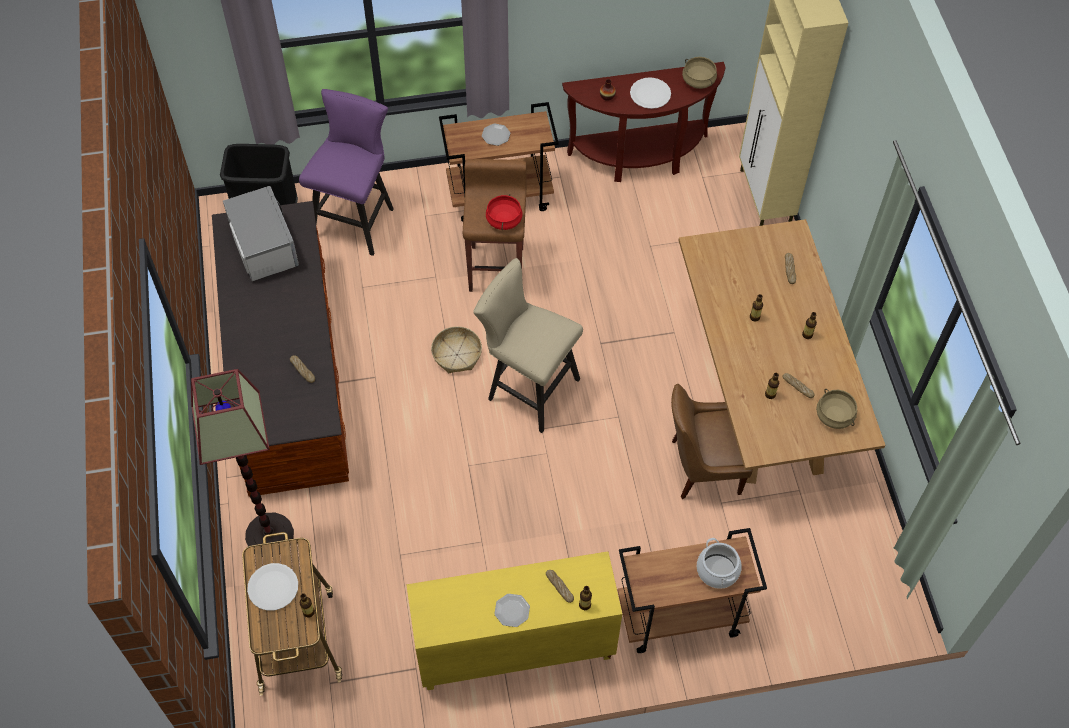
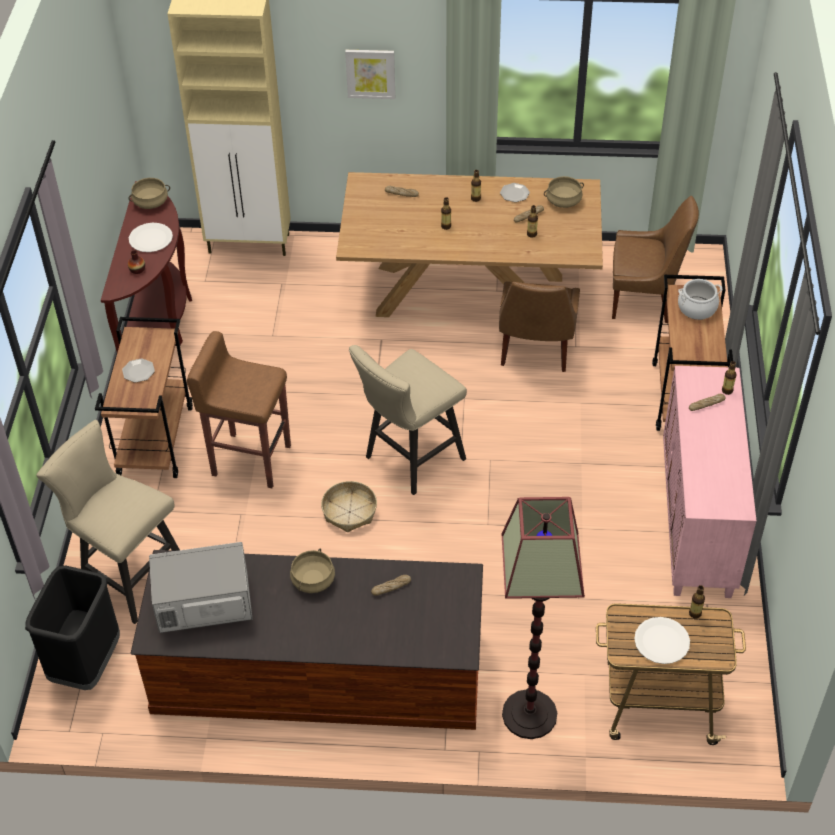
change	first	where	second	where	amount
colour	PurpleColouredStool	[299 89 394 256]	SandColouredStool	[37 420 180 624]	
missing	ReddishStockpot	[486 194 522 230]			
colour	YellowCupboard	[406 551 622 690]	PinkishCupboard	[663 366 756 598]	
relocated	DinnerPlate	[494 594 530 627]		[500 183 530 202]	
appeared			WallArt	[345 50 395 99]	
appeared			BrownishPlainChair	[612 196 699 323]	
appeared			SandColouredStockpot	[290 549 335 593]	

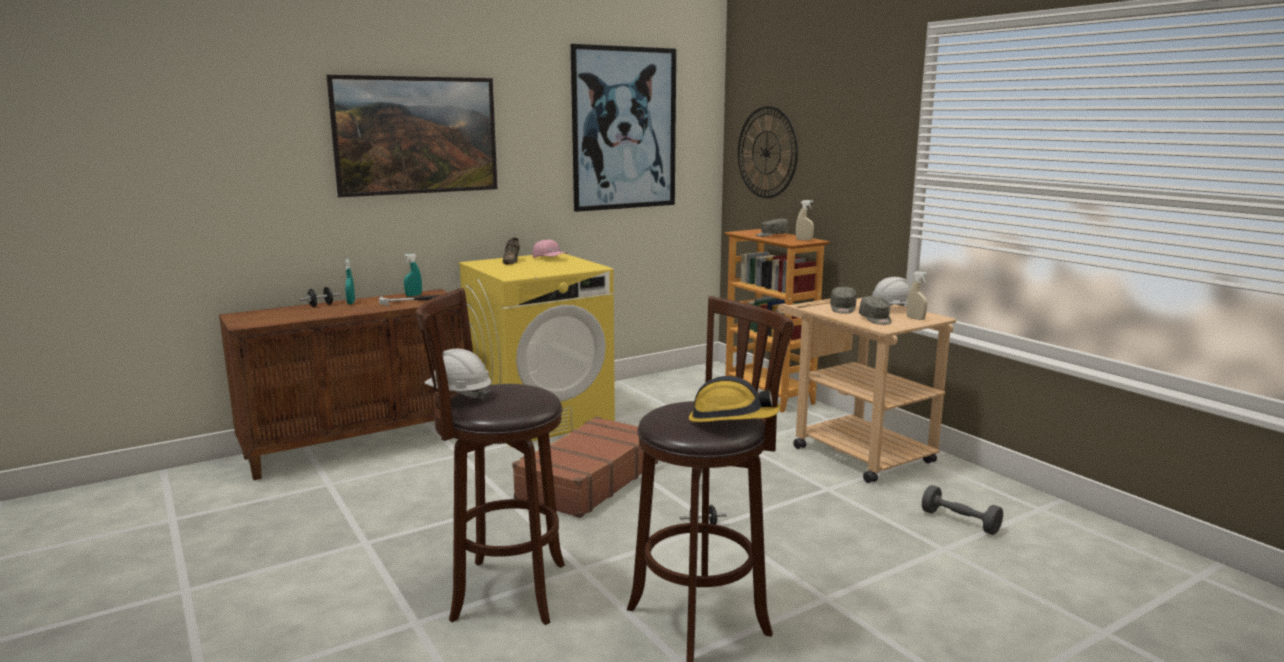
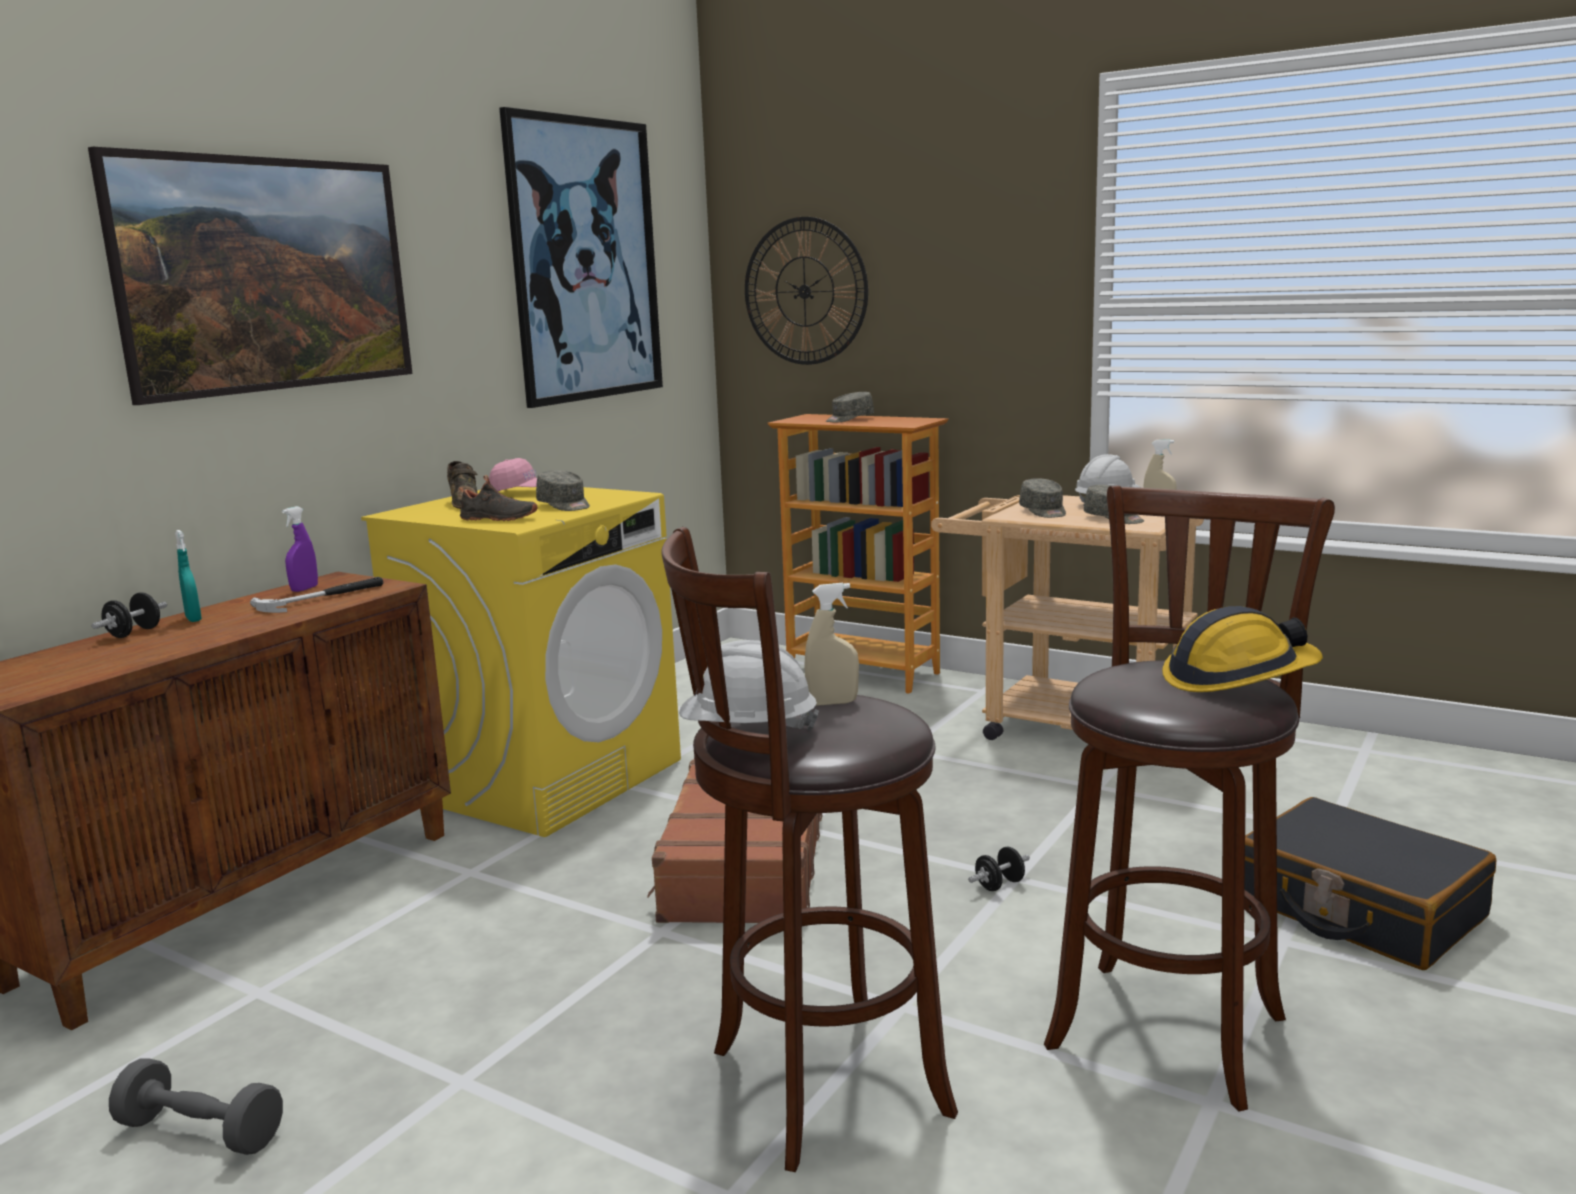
change	first	where	second	where	amount
relocated	SandColouredSprayBottle	[796 200 814 241]		[804 583 859 706]	
colour	TurquoiseSprayBottle	[404 253 422 297]	PurpleColouredSprayBottle	[282 506 318 592]	
relocated	GreyFreeWeight	[922 485 1003 535]		[109 1058 283 1155]	
appeared			GreyPeakedCap	[536 470 590 511]	
appeared			BlackColouredShoe	[459 475 538 521]	
appeared			BlackColouredTravelCase	[1245 797 1496 970]	

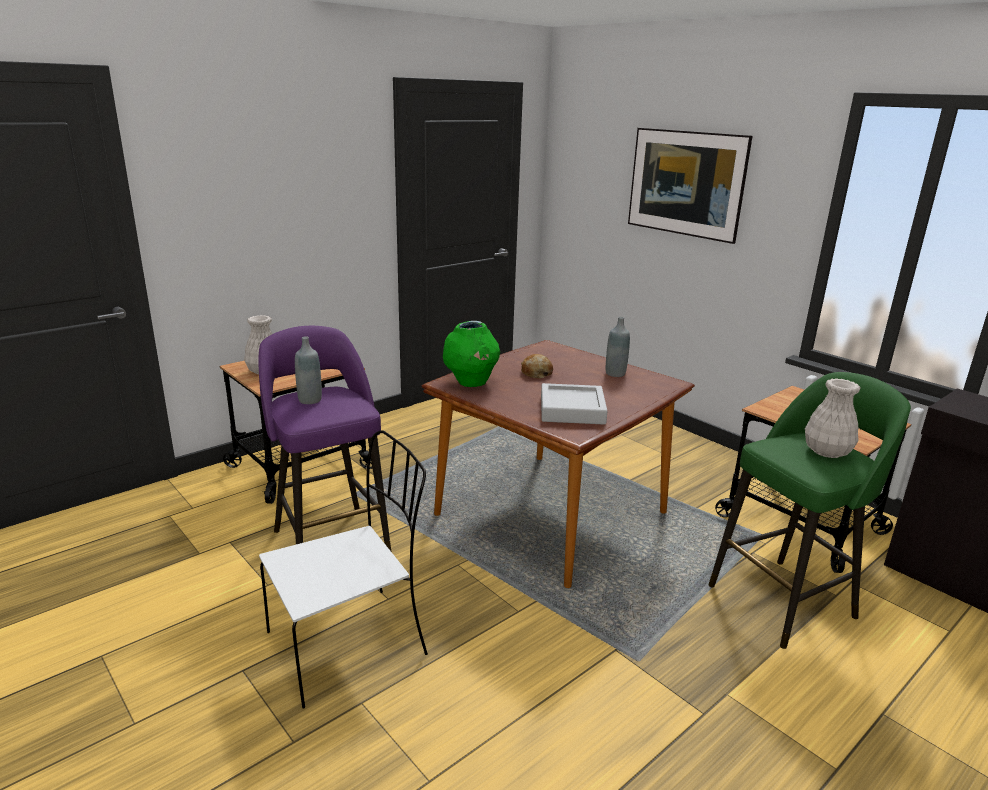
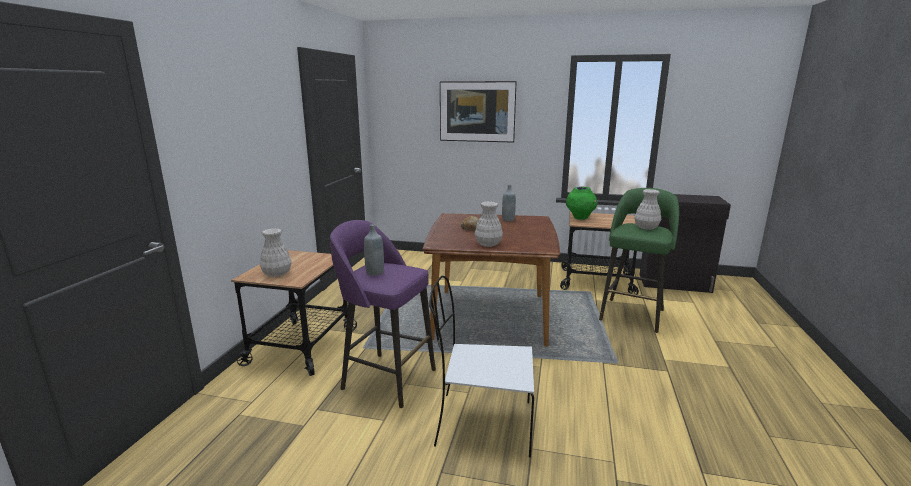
change	first	where	second	where	amount
relocated	GreenColouredFlowerVase	[443 321 500 387]		[566 186 598 220]	
missing	GreyTray	[541 383 607 425]			
spun	WhiteColouredPlainChair	[259 430 428 708]		[429 276 534 458]	105 degrees counterclockwise
appeared			WhiteColouredFlowerVase	[475 202 503 247]	

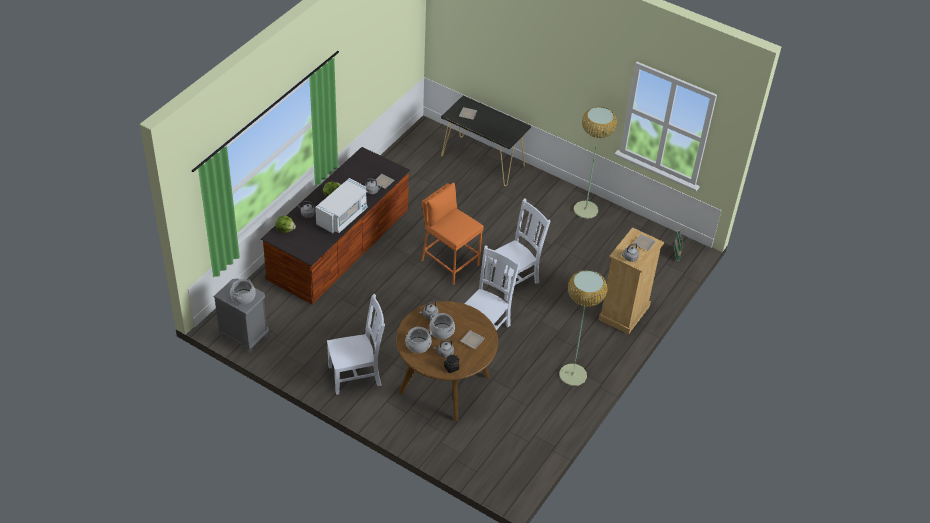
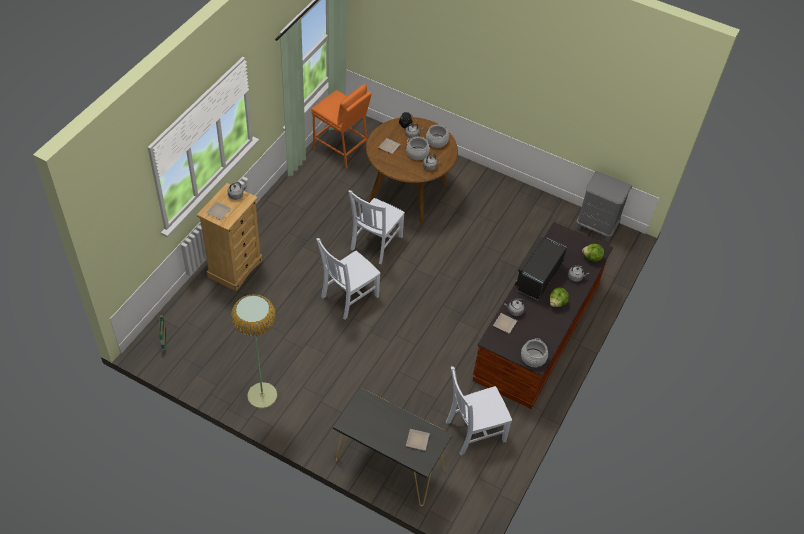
change	first	where	second	where	amount
colour	WhiteColouredMicrowaveOven	[315 178 368 234]	BlackColouredMicrowaveOven	[515 237 567 301]	
relocated	OrangeyStool	[421 183 484 285]		[311 84 372 169]	
missing	StandardLamp	[559 270 608 386]			
relocated	Stockpot	[230 279 256 305]		[521 338 548 367]	
relocated	WhiteColouredPlainChair	[327 294 385 395]		[446 366 512 455]	

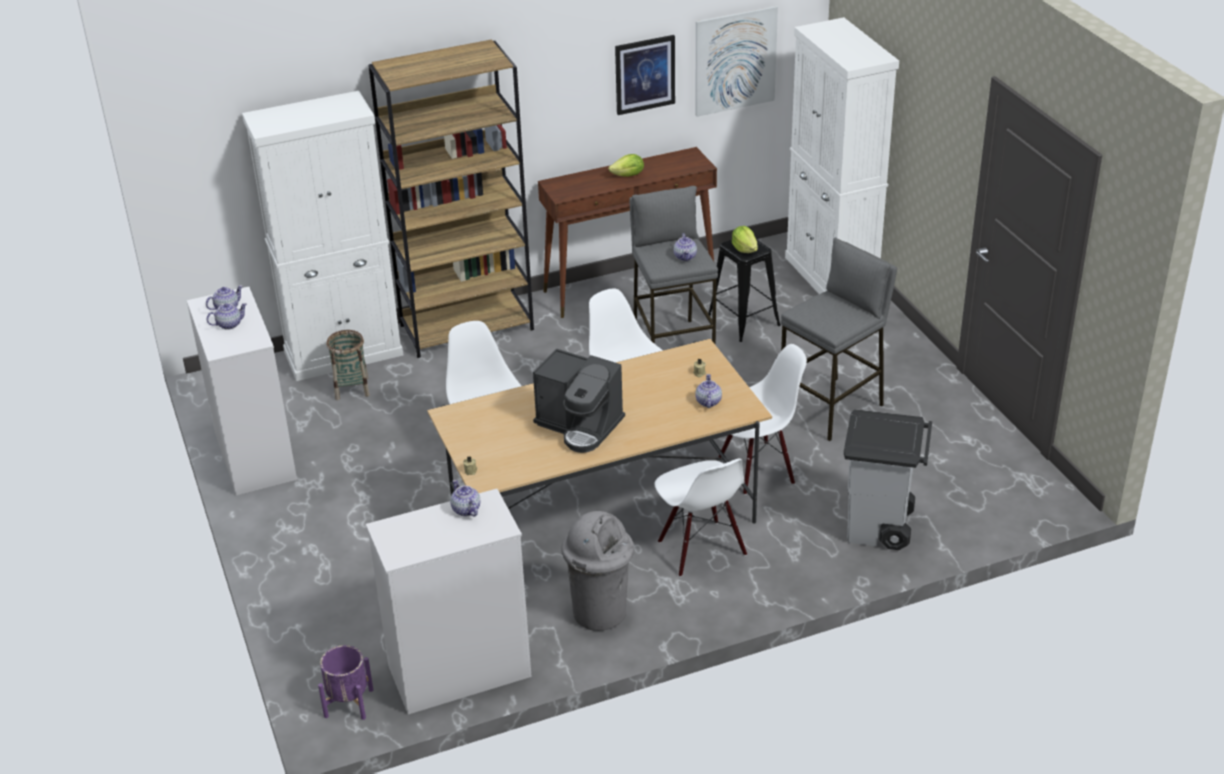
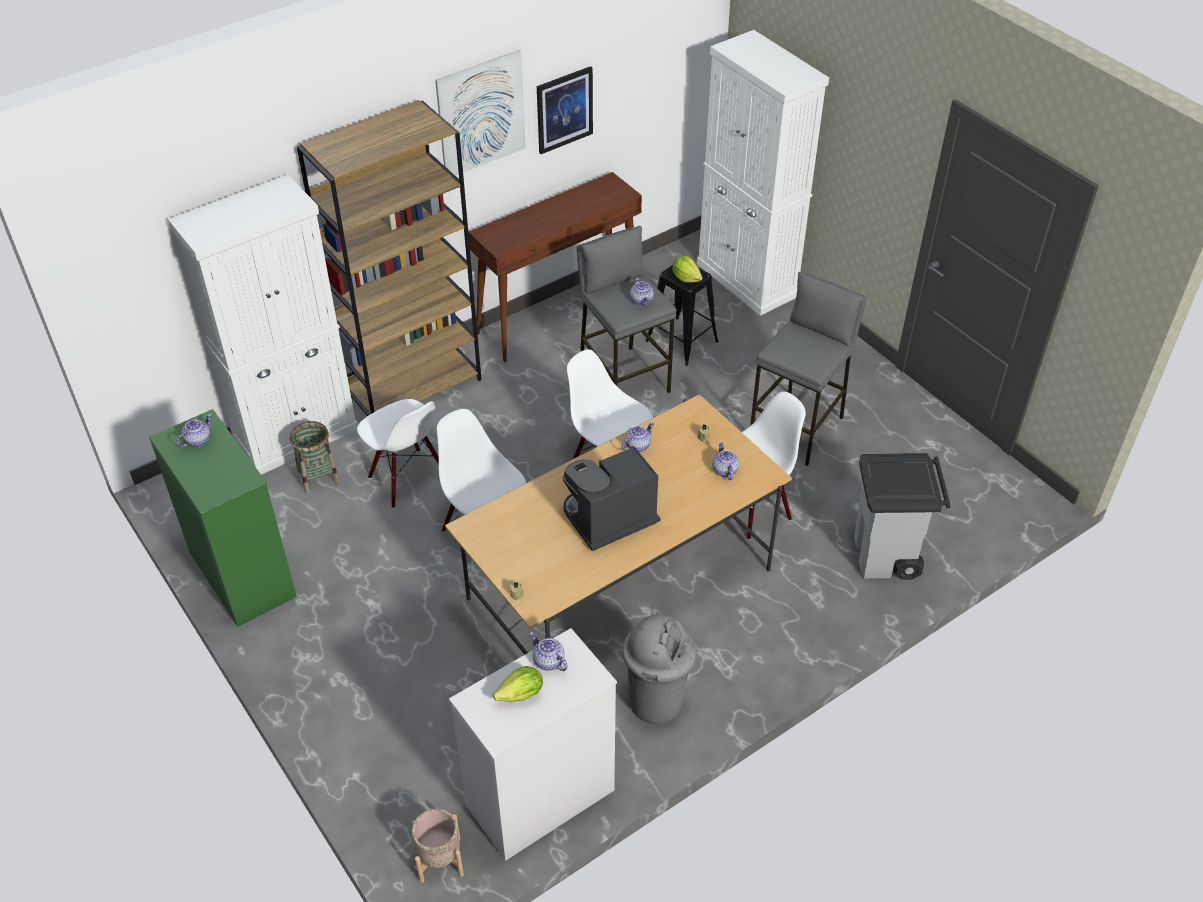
change	first	where	second	where	amount
relocated	WallArt	[695 6 778 117]		[435 50 526 176]	
relocated	Lettuce	[608 154 644 177]		[493 666 543 702]	
colour	WhiteColouredDresser	[187 287 297 495]	GreenColouredDresser	[149 409 297 627]	
relocated	PotForTea	[207 303 247 330]		[621 422 654 452]	
spun	CoffeeMachine	[533 348 625 453]		[563 446 661 551]	135 degrees clockwise
relocated	WhiteColouredPlainChair	[654 458 747 577]		[357 399 439 508]	
colour	PurpleColouredPlanter	[318 645 373 720]	SandColouredPlanter	[412 809 464 883]	

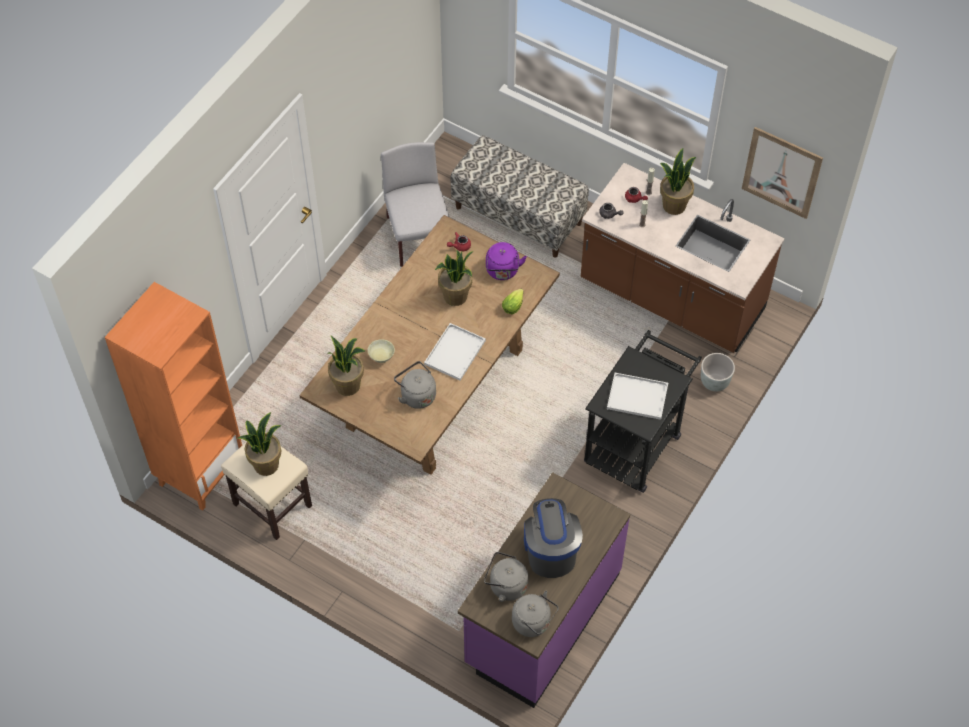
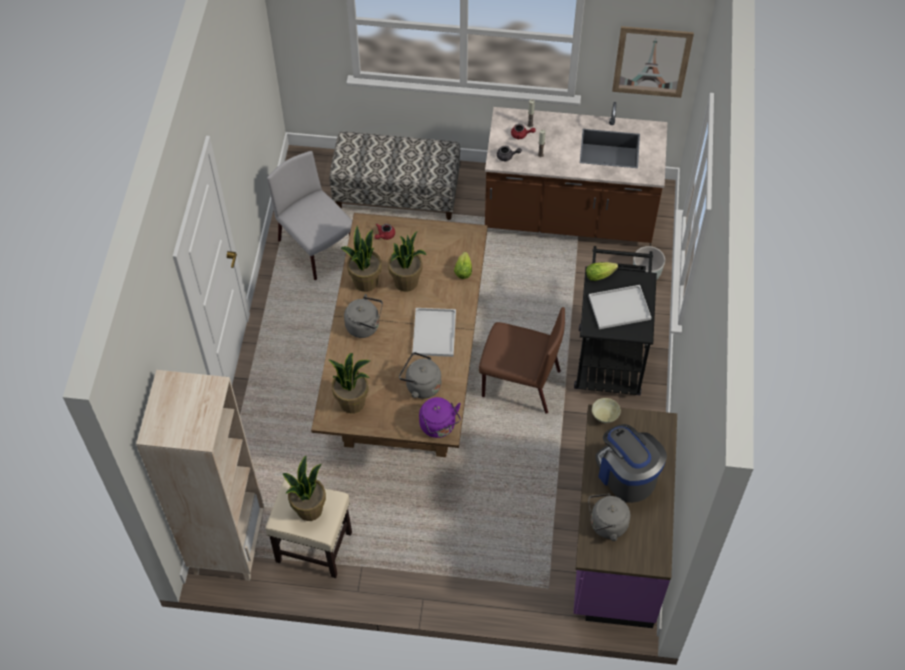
change	first	where	second	where	amount
relocated	Houseplant	[660 148 696 215]		[340 225 382 292]	
relocated	PurpleColouredKettle	[486 242 527 280]		[419 397 461 438]	
colour	OrangeyBookcase	[105 282 242 511]	SandColouredBookcase	[136 370 264 581]	
relocated	SandColouredBowl	[368 339 395 363]		[592 398 621 423]	
relocated	GreyKettle	[512 591 559 637]		[344 294 383 338]	
appeared			Lettuce	[586 262 618 281]	
appeared			BrownishPlainChair	[479 307 565 414]	

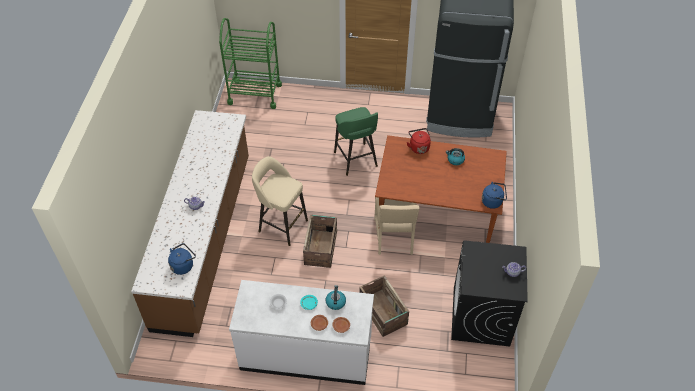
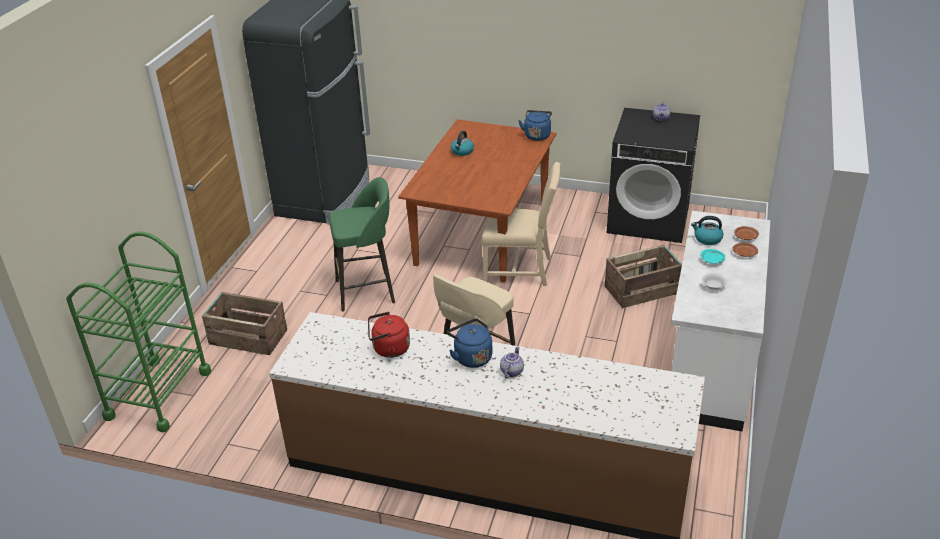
change	first	where	second	where	amount
relocated	ReddishKettle	[407 128 431 154]		[368 312 410 358]	
relocated	PackingCrate	[303 215 337 268]		[202 292 287 355]	
relocated	BlueColouredKettle	[168 243 196 275]		[447 319 492 368]	

